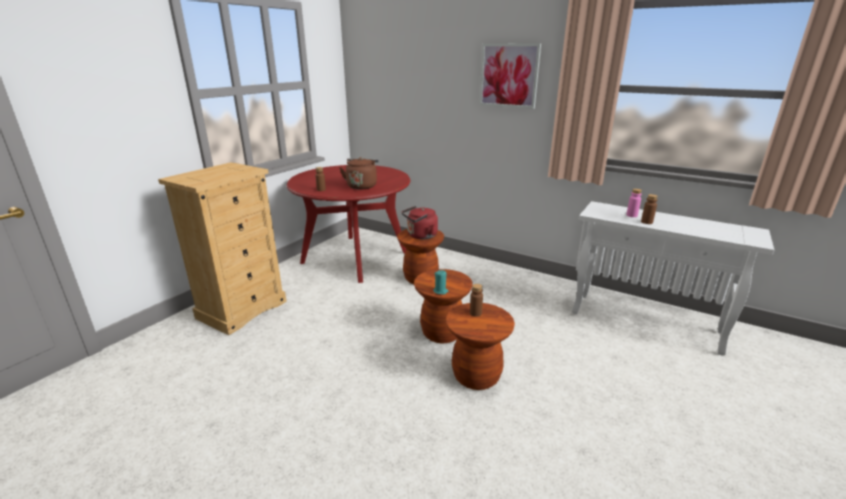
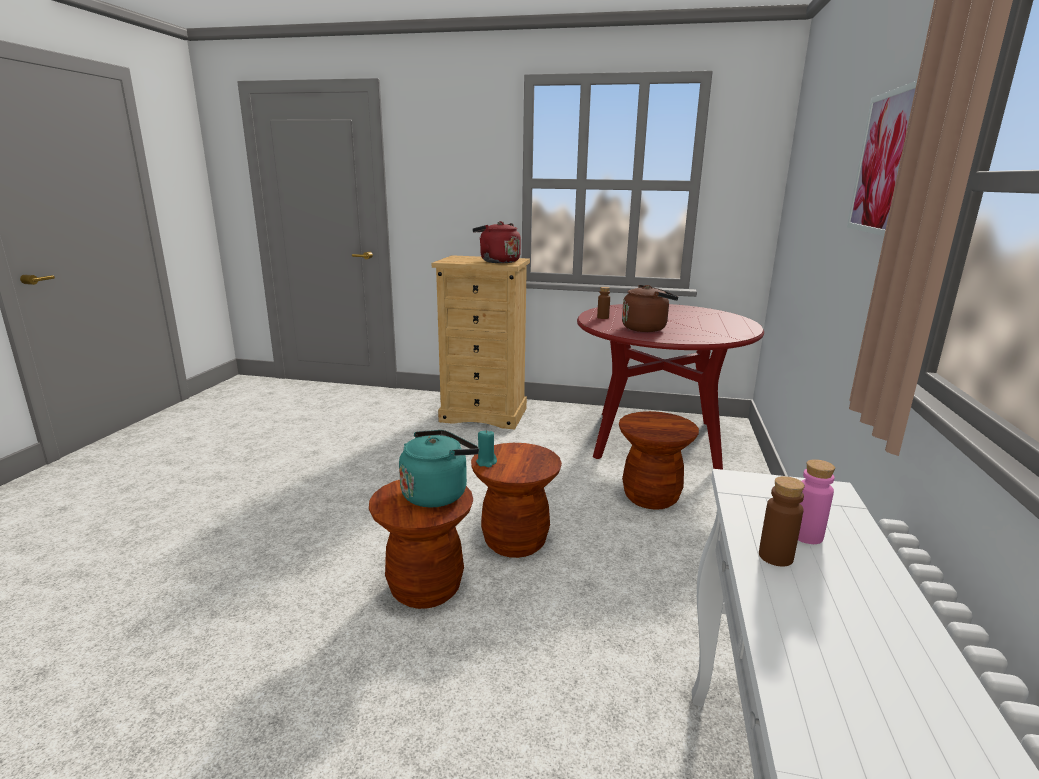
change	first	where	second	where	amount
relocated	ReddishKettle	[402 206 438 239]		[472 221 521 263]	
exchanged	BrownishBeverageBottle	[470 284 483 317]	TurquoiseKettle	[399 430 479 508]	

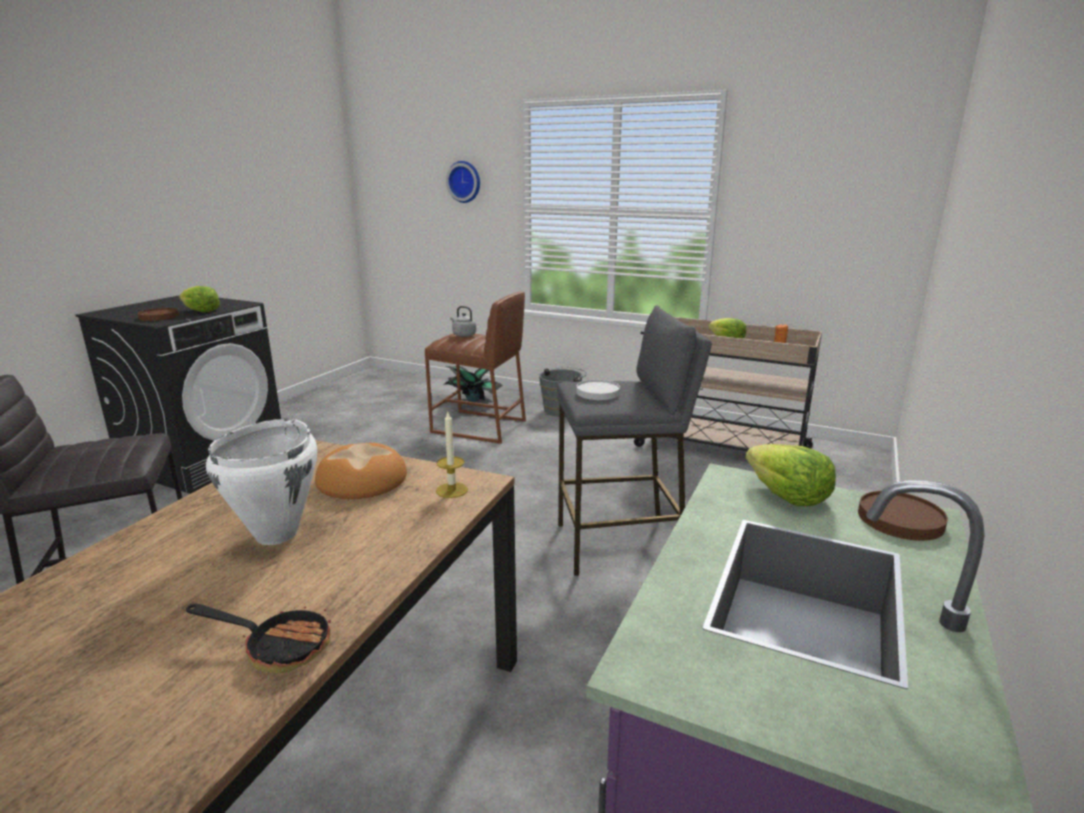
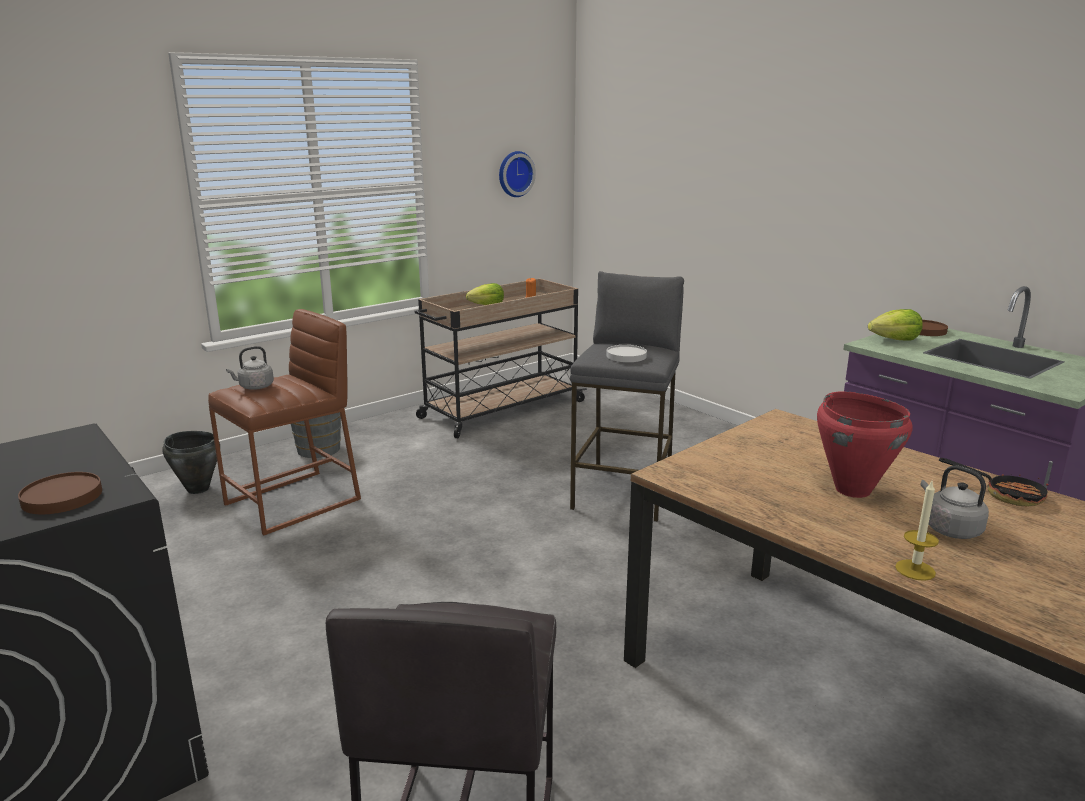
change	first	where	second	where	amount
relocated	WallClock	[446 161 480 203]		[499 151 536 197]	
missing	Lettuce	[179 286 220 312]			
exchanged	Houseplant	[443 366 503 402]	BlackColouredStockpot	[162 431 220 494]	
relocated	WaxCandle	[436 412 468 498]		[895 481 939 581]	
colour	WhiteColouredStockpot	[206 419 317 545]	ReddishStockpot	[817 391 913 498]	
missing	BakeryBread	[315 442 407 499]			
spun	FryingPan	[186 604 331 673]		[939 458 1049 507]	90 degrees clockwise
appeared			GreyKettle	[920 465 989 539]	

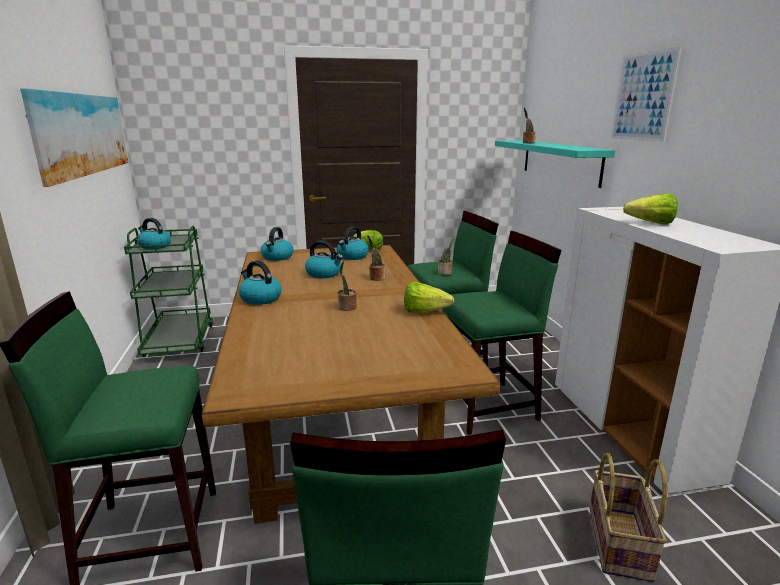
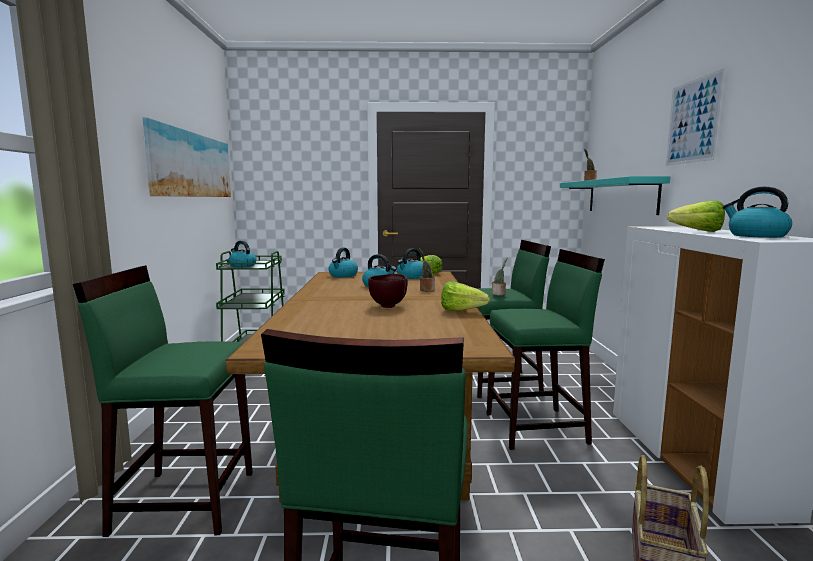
change	first	where	second	where	amount
relocated	Kettle	[239 260 282 305]		[723 187 792 238]	
exchanged	Houseplant	[337 261 357 311]	BrownishBowl	[368 274 408 308]	

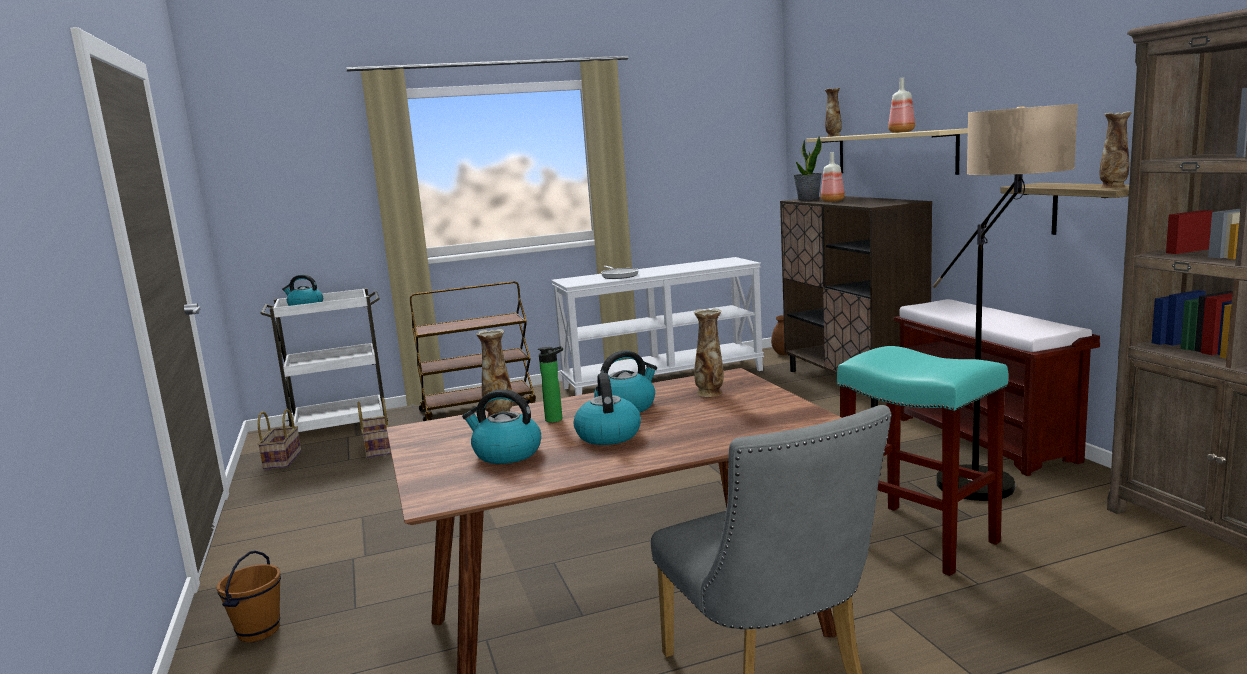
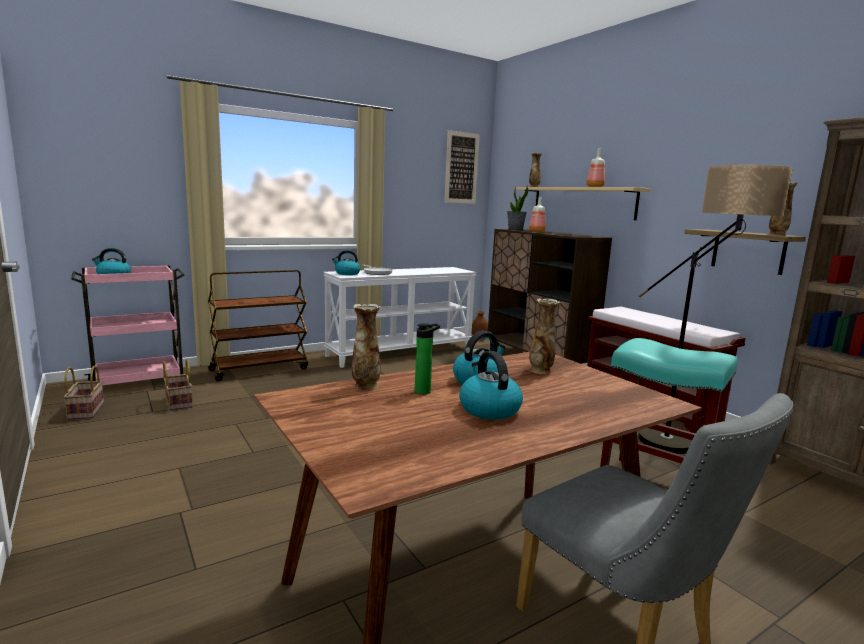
change	first	where	second	where	amount
colour	WhiteColouredWheeledCart	[260 288 384 433]	PinkishWheeledCart	[71 265 185 385]	
relocated	Kettle	[462 389 541 464]		[332 250 360 275]	
missing	BrownishWaterBucket	[217 551 281 642]			
appeared			WallArt	[444 130 480 204]	

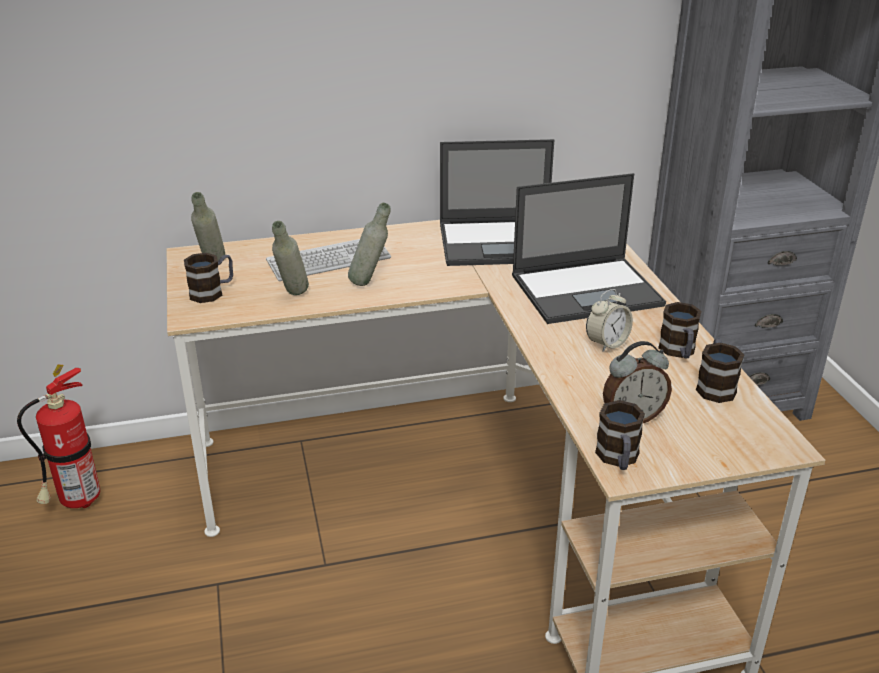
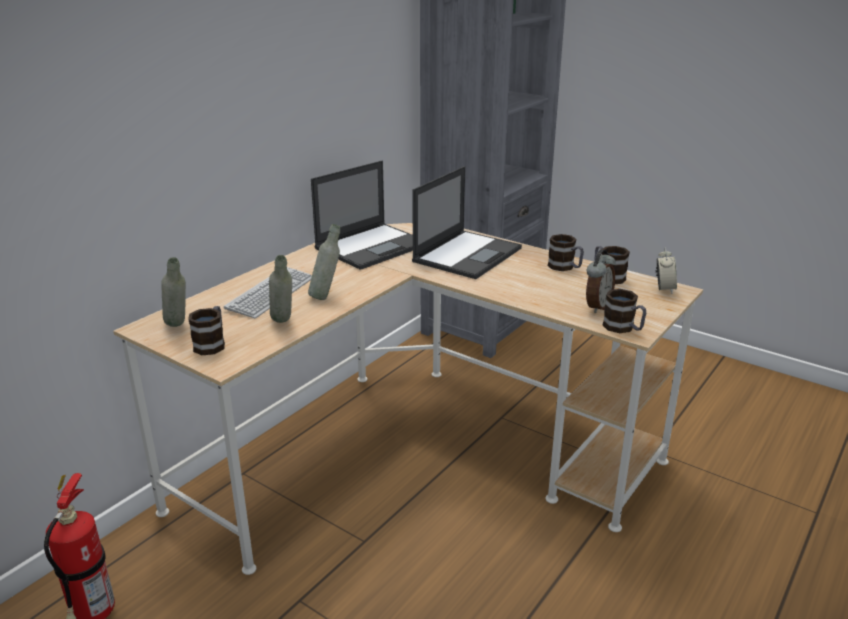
change	first	where	second	where	amount
relocated	AlarmClock	[586 289 633 352]		[656 247 677 294]	

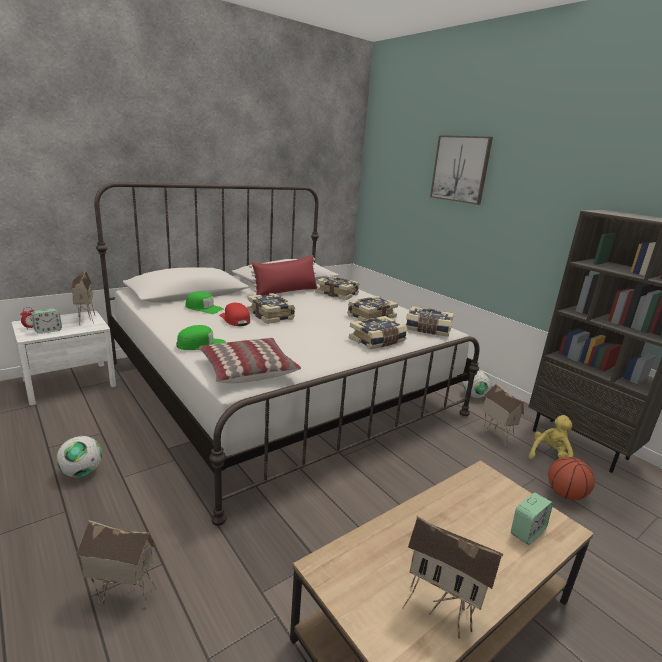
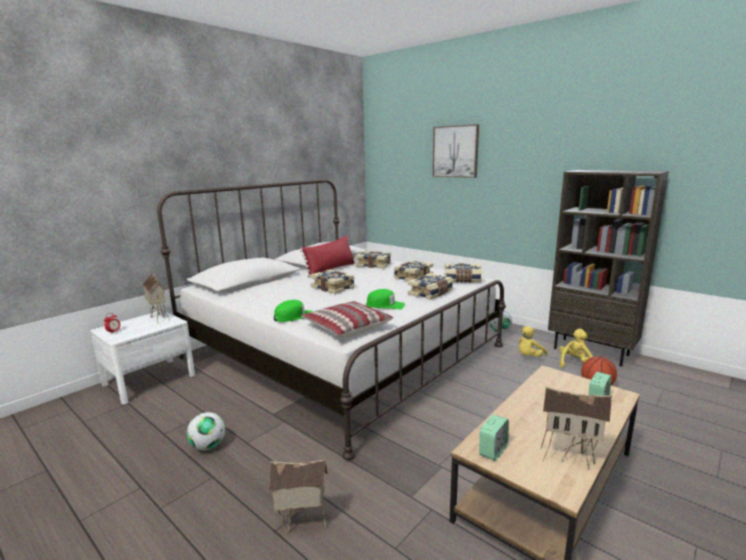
change	first	where	second	where	amount
relocated	GreenColouredPeakedCap	[185 291 224 314]		[366 289 405 309]	
missing	ReddishPeakedCap	[219 303 250 326]			
relocated	AlarmClock	[31 308 62 334]		[479 415 509 461]	
exchanged	ModelHouse	[482 383 524 447]	YellowSoftToy	[519 326 548 357]	

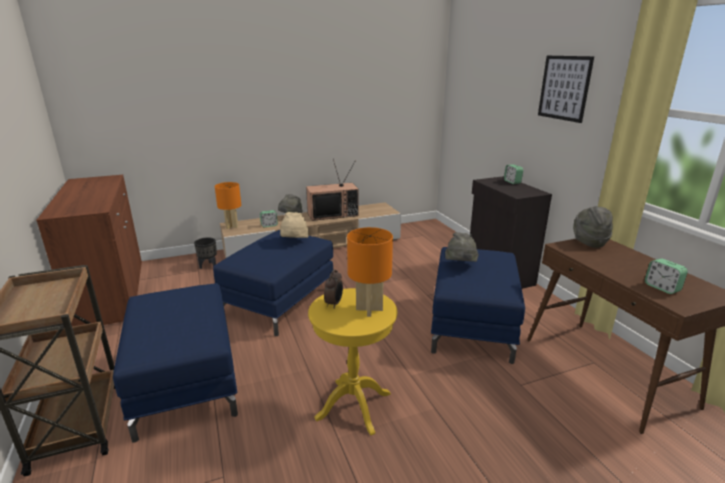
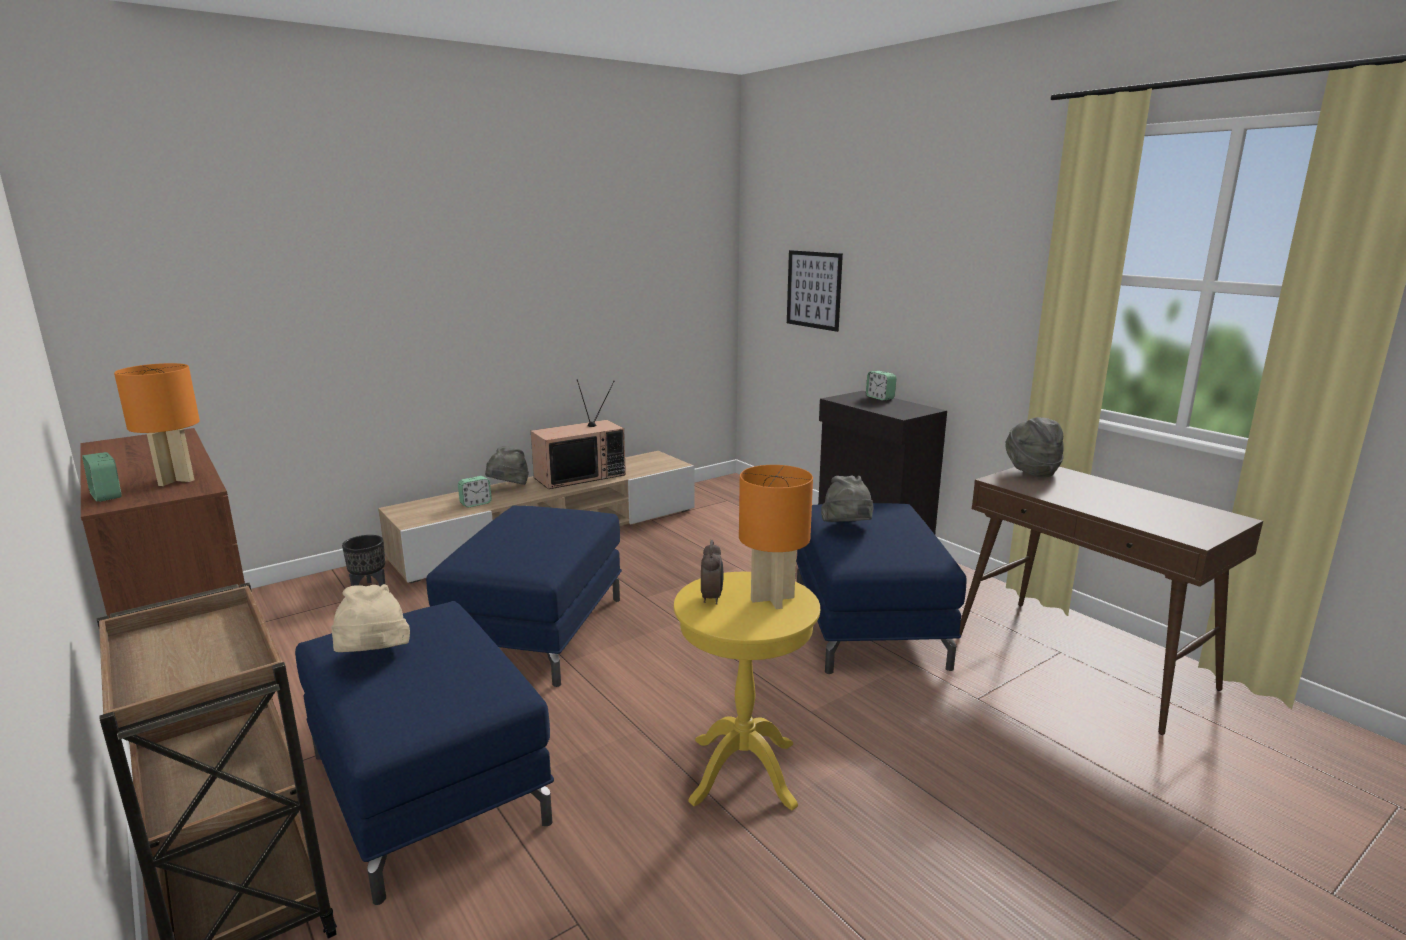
change	first	where	second	where	amount
relocated	WallArt	[538 56 594 123]		[787 250 843 332]	
relocated	OrangeyTabletopLamp	[215 182 241 229]		[114 363 200 486]	
relocated	SandColouredWearableHat	[280 212 309 238]		[331 584 410 652]	
relocated	AlarmClock	[645 258 688 294]		[83 452 121 502]	

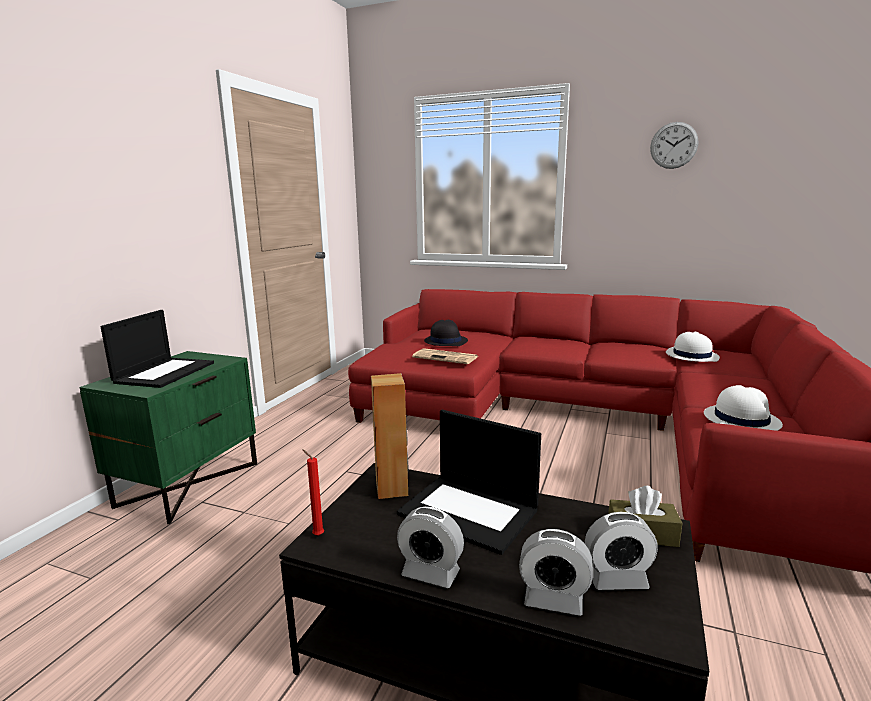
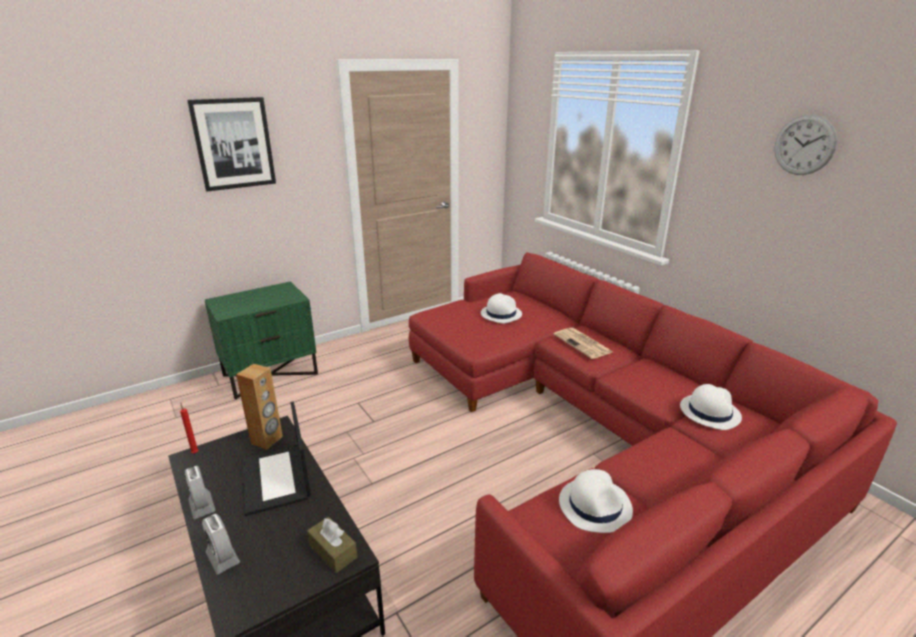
change	first	where	second	where	amount
missing	PortableComputer	[100 310 214 388]			
colour	BlackColouredWearableHat	[424 320 468 346]	WhiteColouredWearableHat	[481 293 522 324]	
relocated	Newspaper	[412 348 478 364]		[553 327 612 359]	
missing	AlarmClock	[585 512 658 590]			
appeared			WallArt	[187 97 276 191]	

